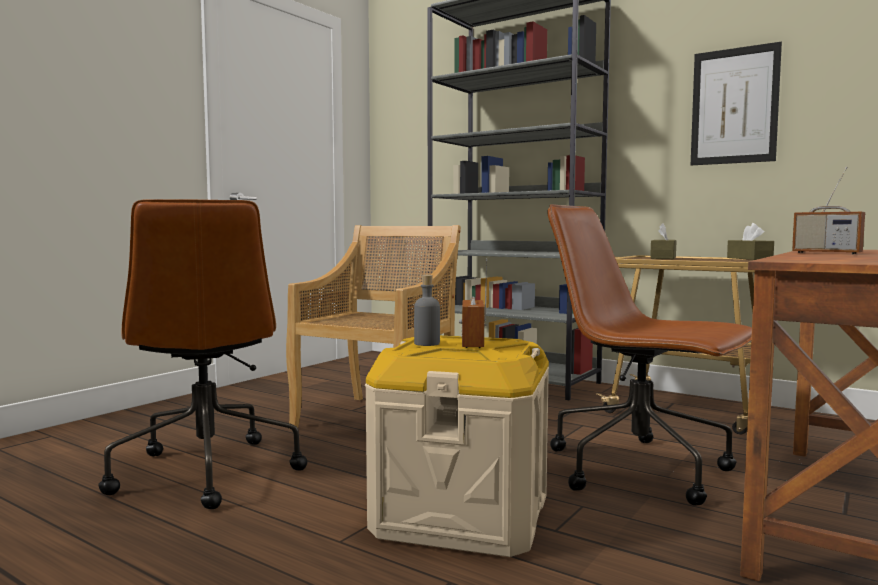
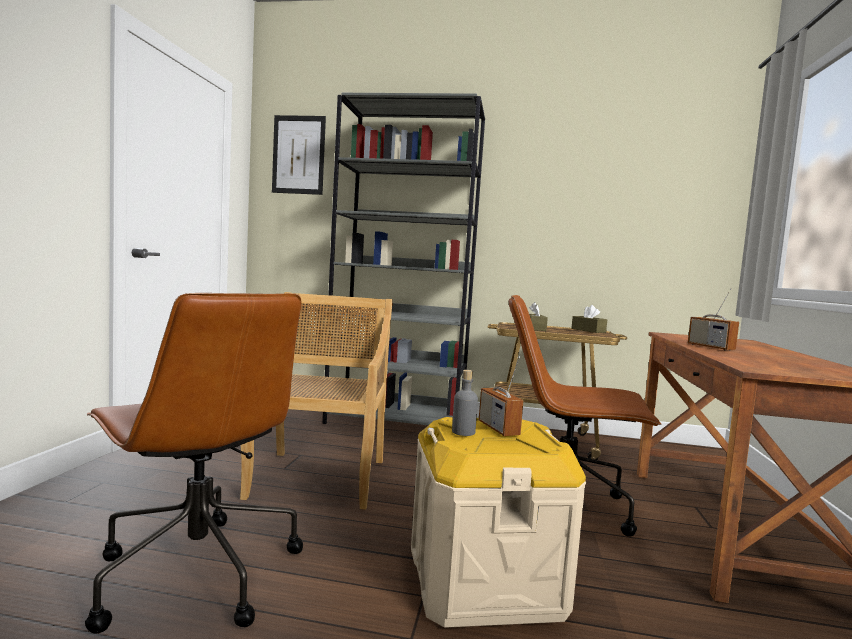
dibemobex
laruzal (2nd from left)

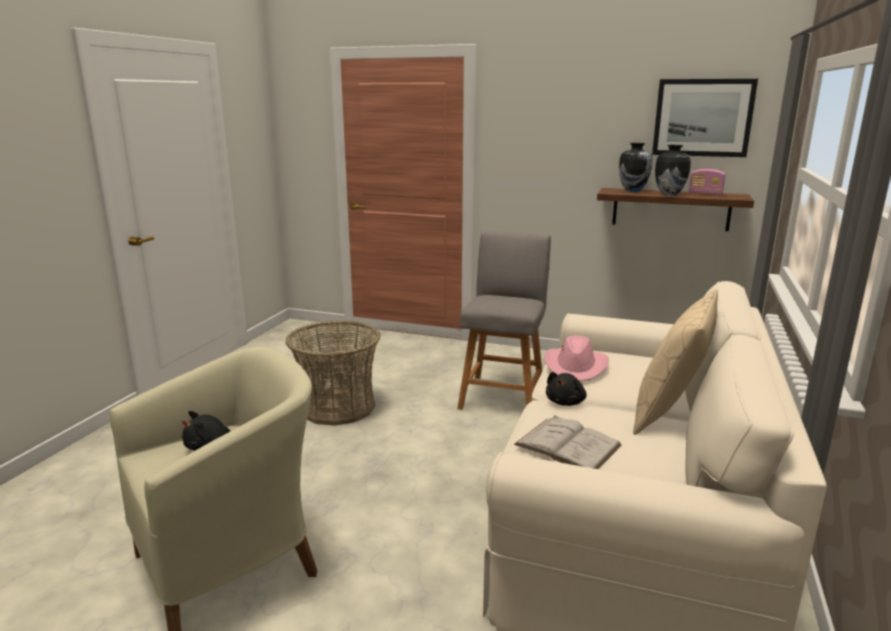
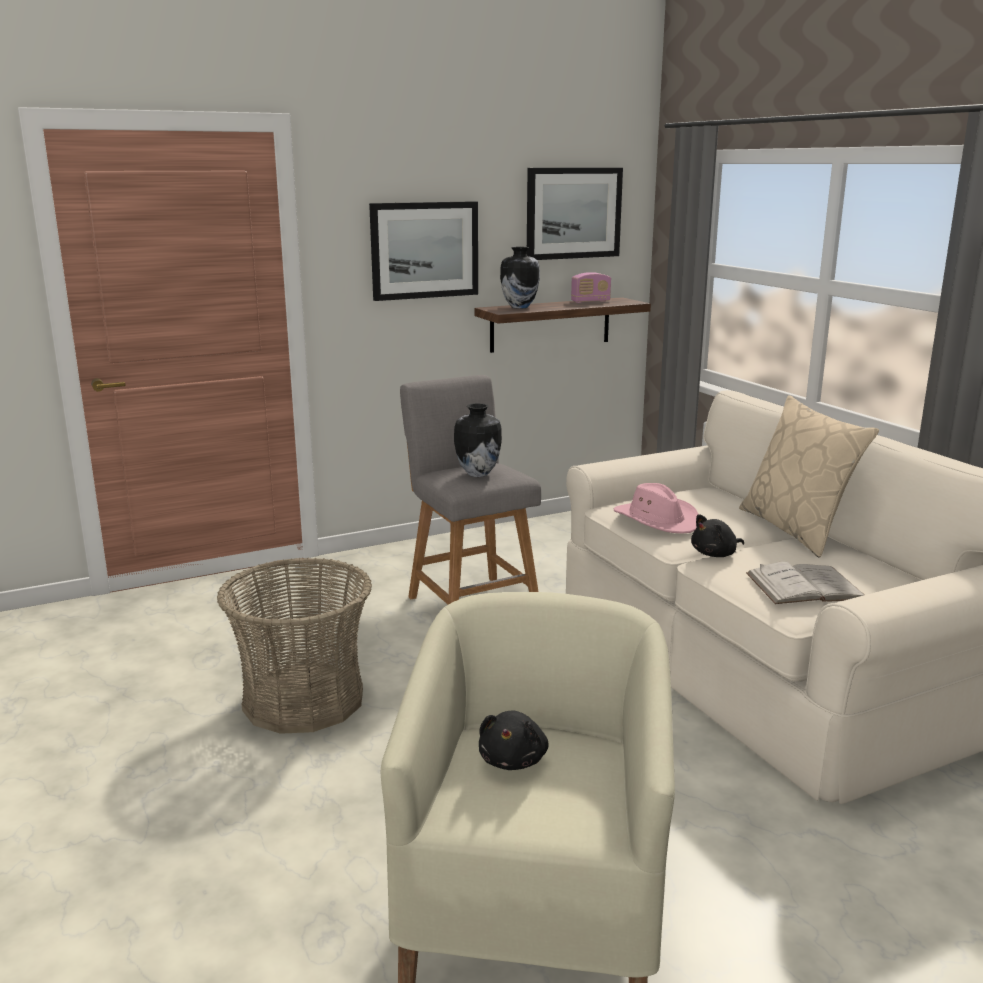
dibemobex (1st from left)
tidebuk (1st from left)
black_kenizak (2nd from left)

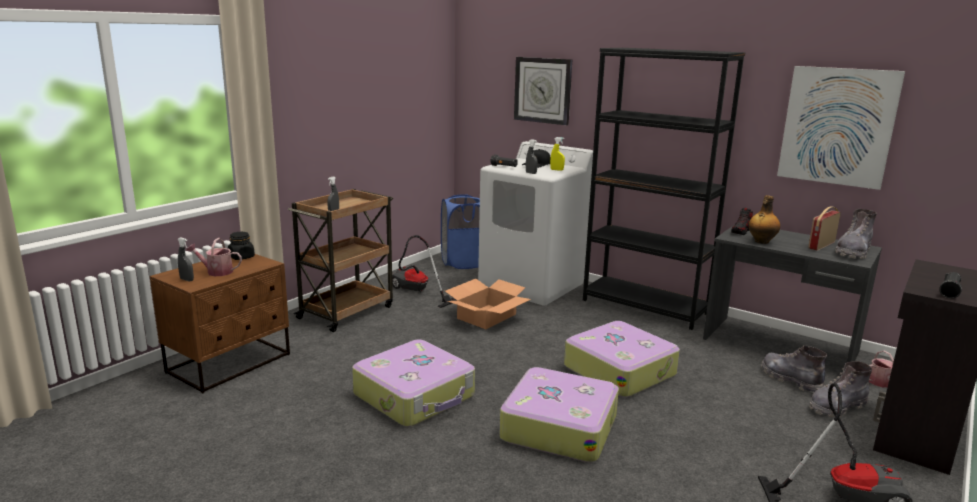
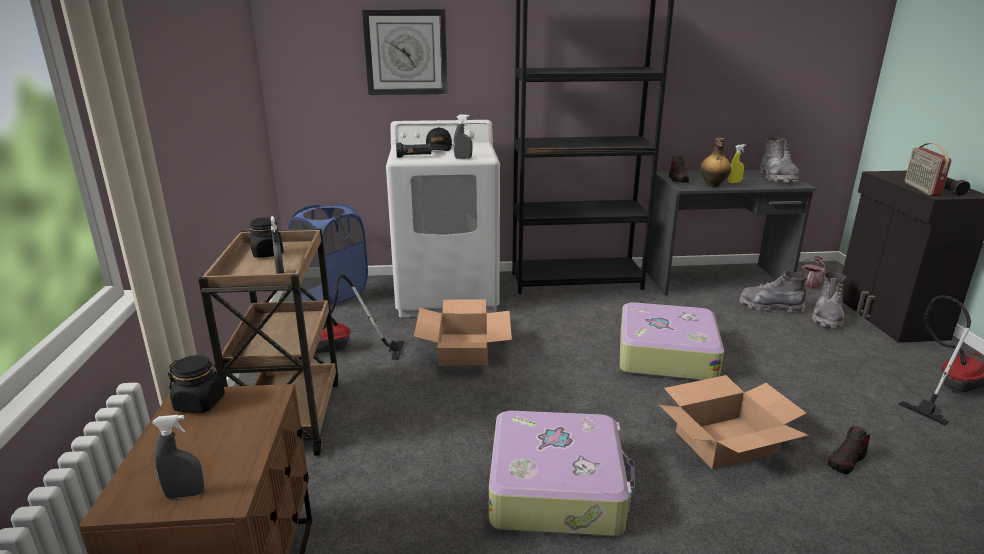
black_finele (2nd from left)
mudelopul (2nd from left)
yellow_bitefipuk
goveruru (2nd from left)
laruzal
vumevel (1st from left in the first image)
dibemobex

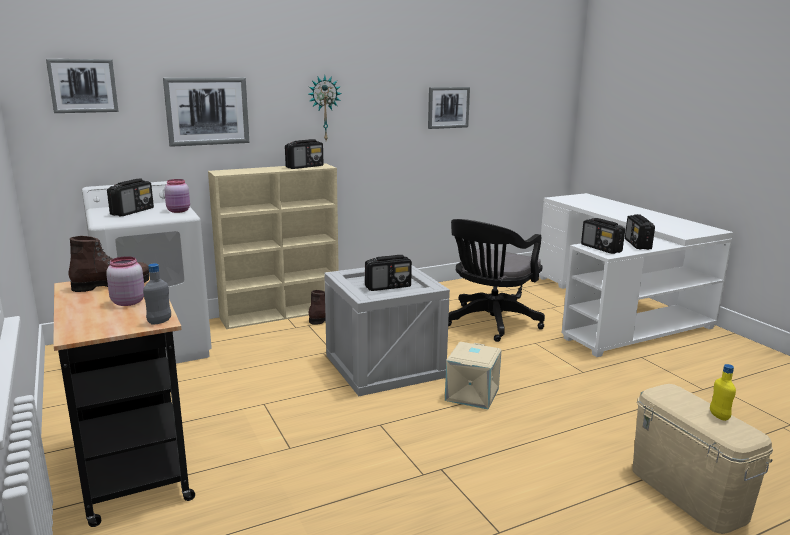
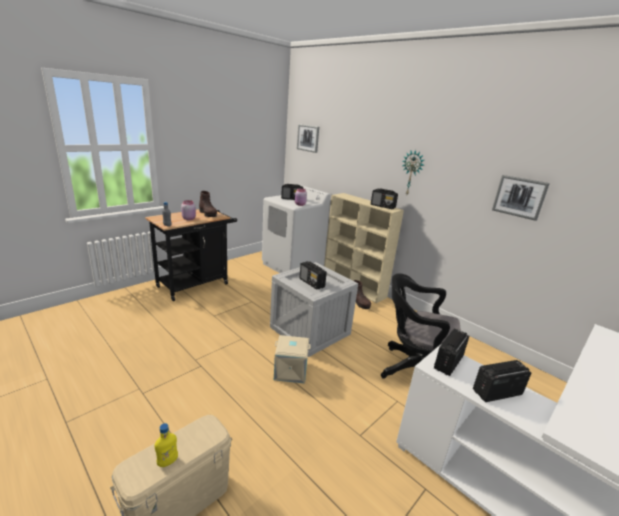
dibemobex (2nd from left in the first image)

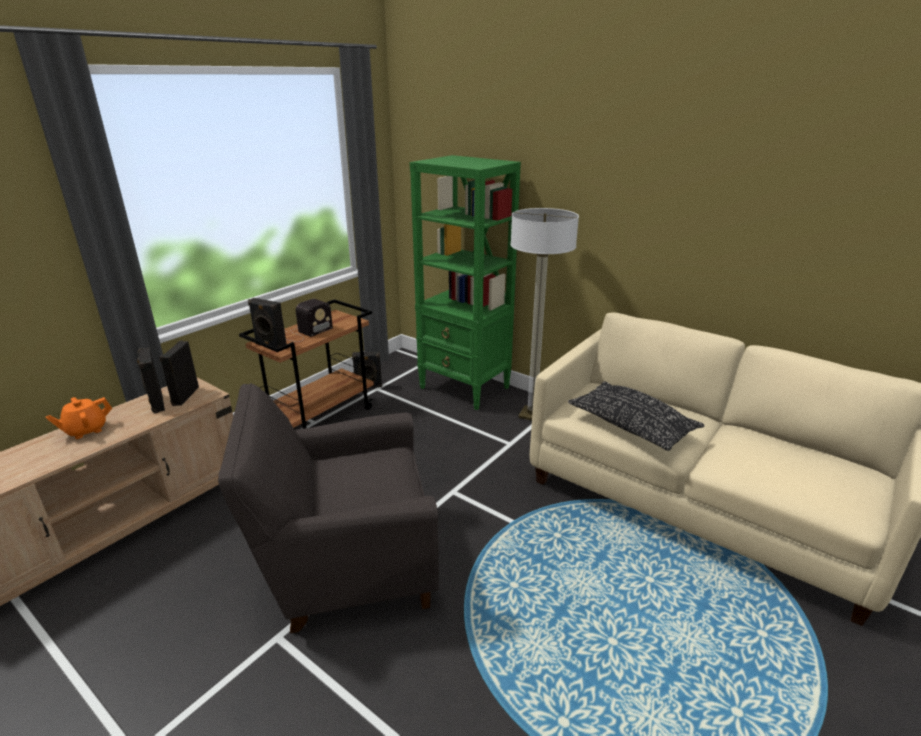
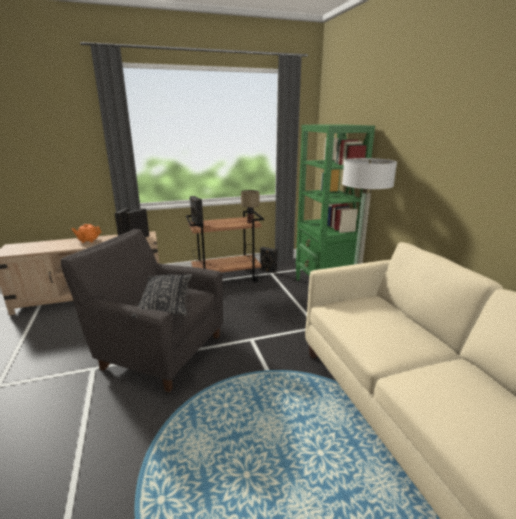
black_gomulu
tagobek
laruzal

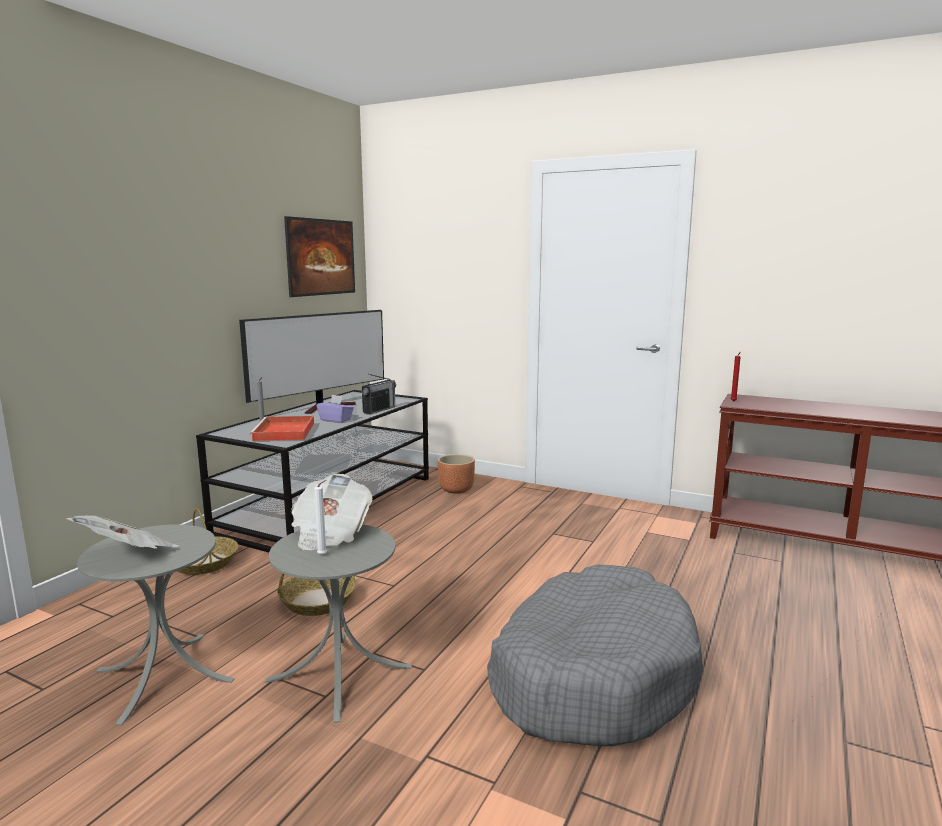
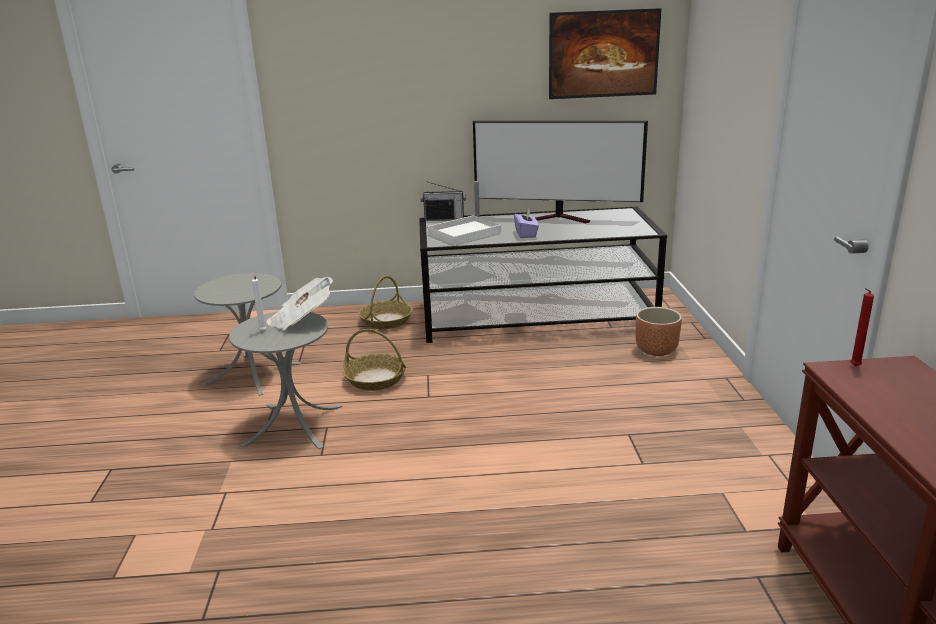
laruzal
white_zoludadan
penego (1st from left in the first image)
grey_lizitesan

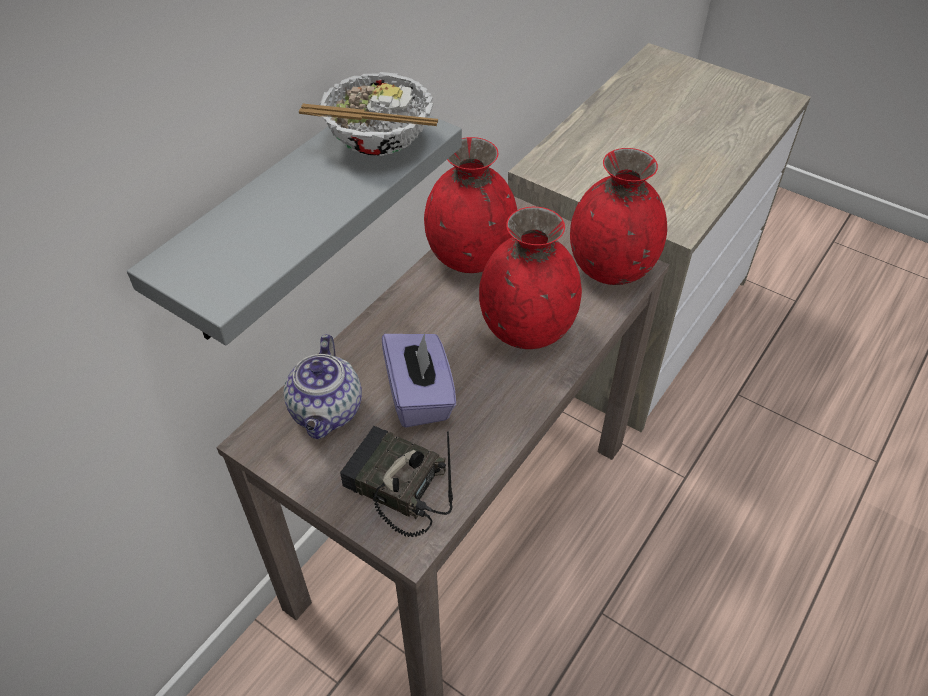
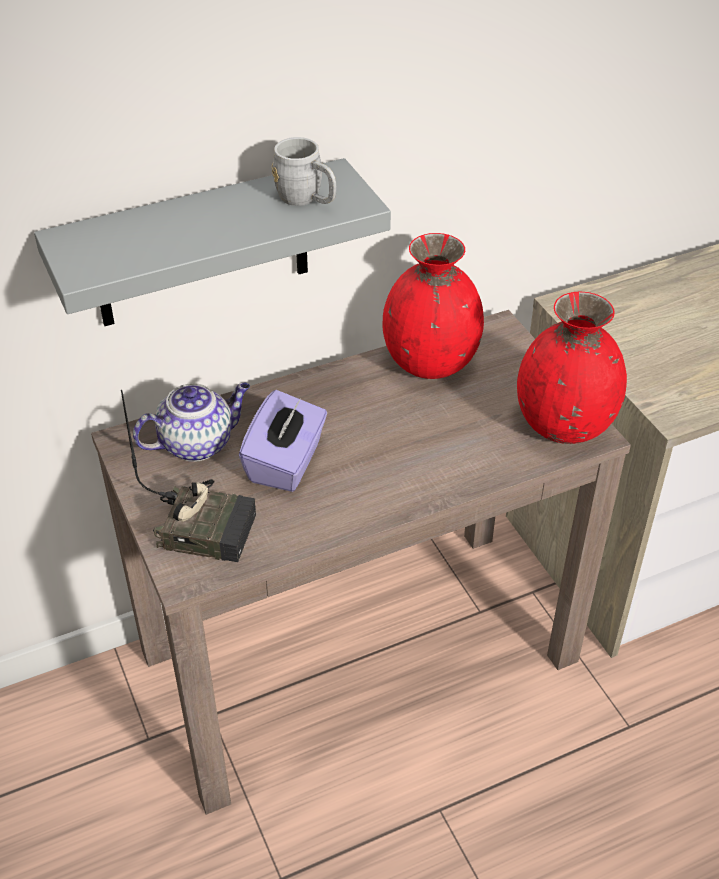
laruzal
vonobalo
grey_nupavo
red_tidebuk (2nd from left in the first image)

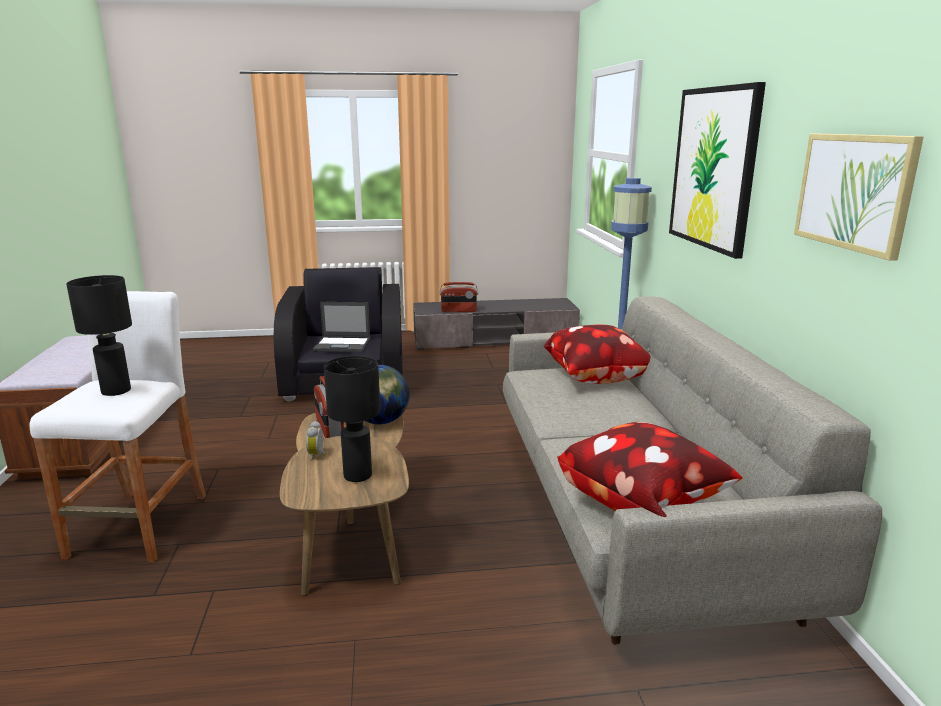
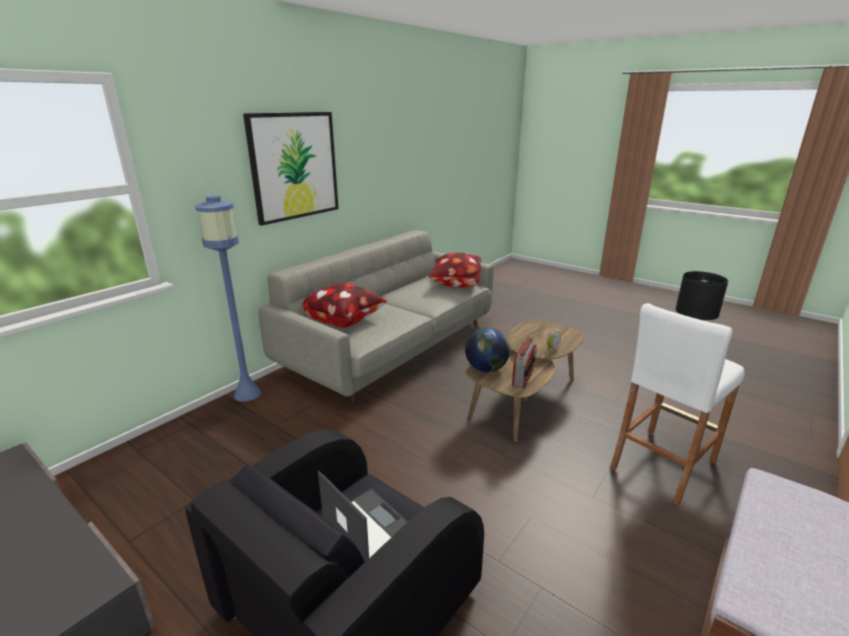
black_tagobek (2nd from left in the first image)
laruzal (2nd from left in the first image)
dibemobex (2nd from left in the first image)

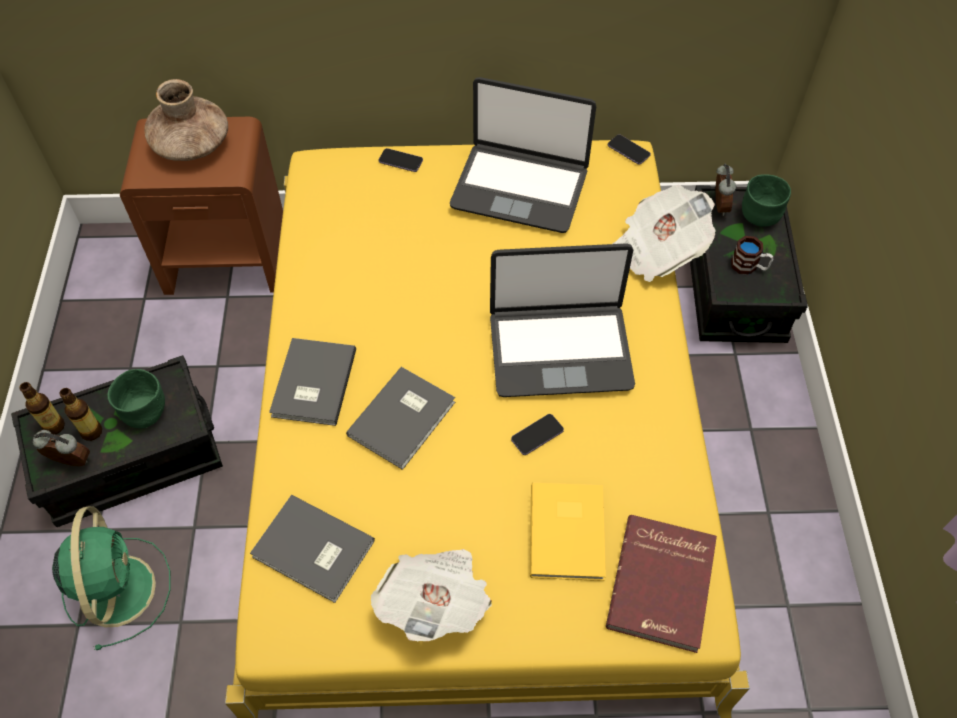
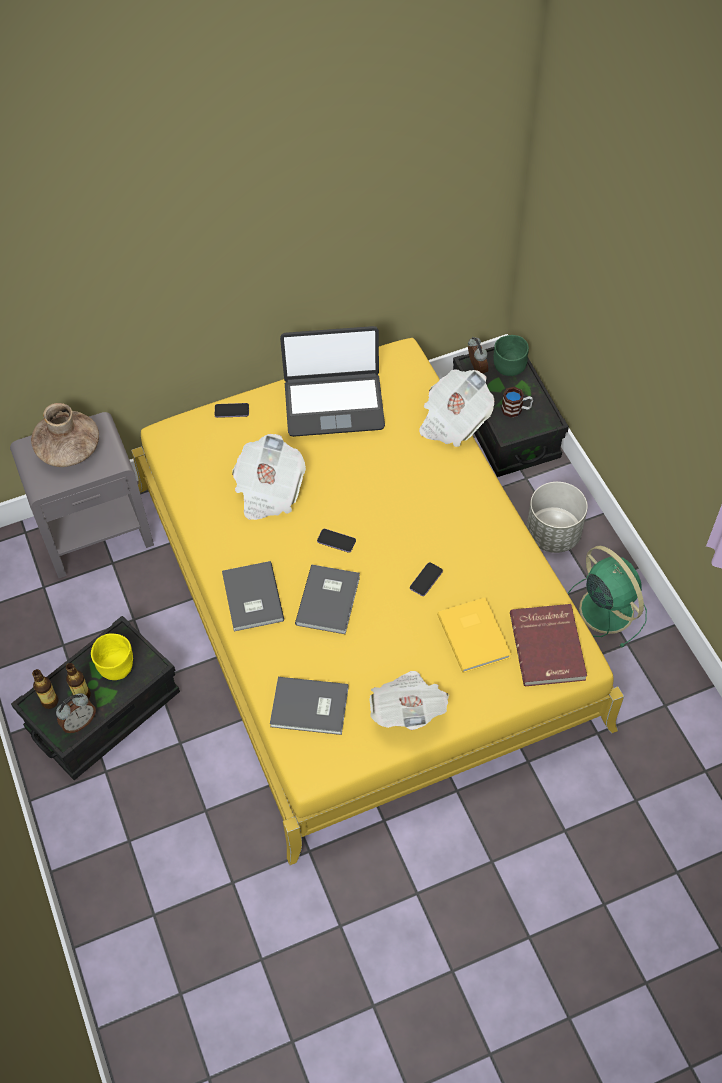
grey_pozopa
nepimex (1st from left)
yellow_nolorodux
penego (1st from left)
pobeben (2nd from left)
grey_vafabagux
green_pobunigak
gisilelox (2nd from left in the first image)

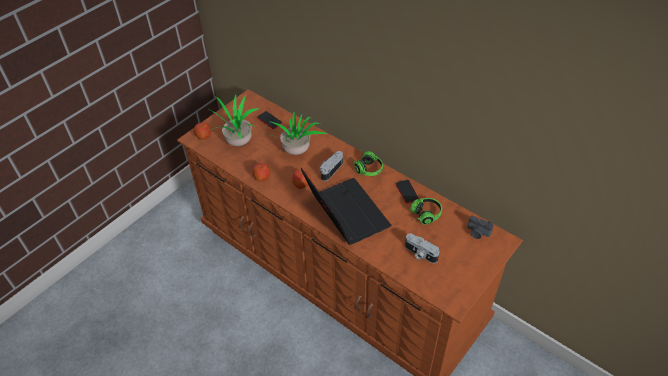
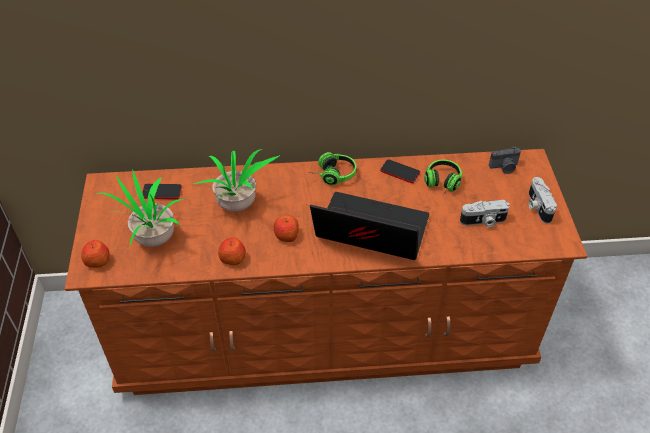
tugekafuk (3rd from left)

